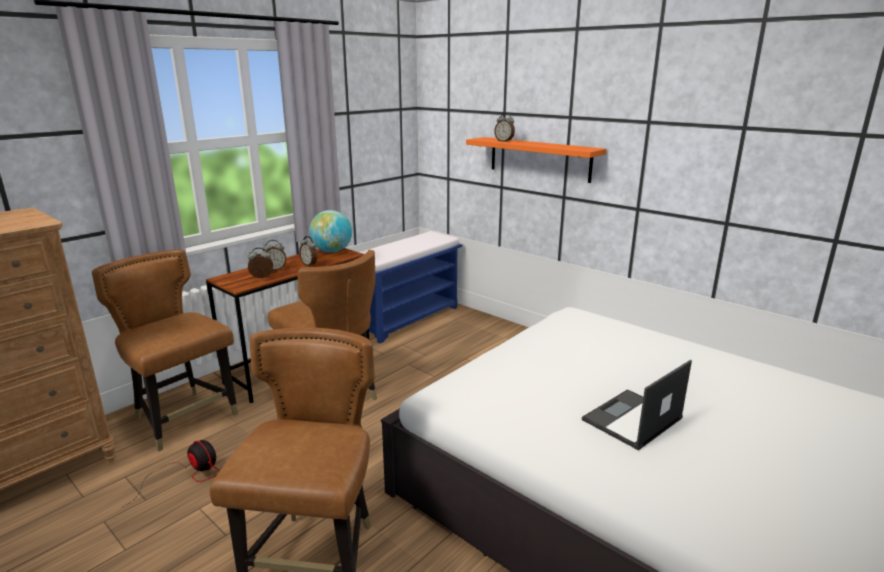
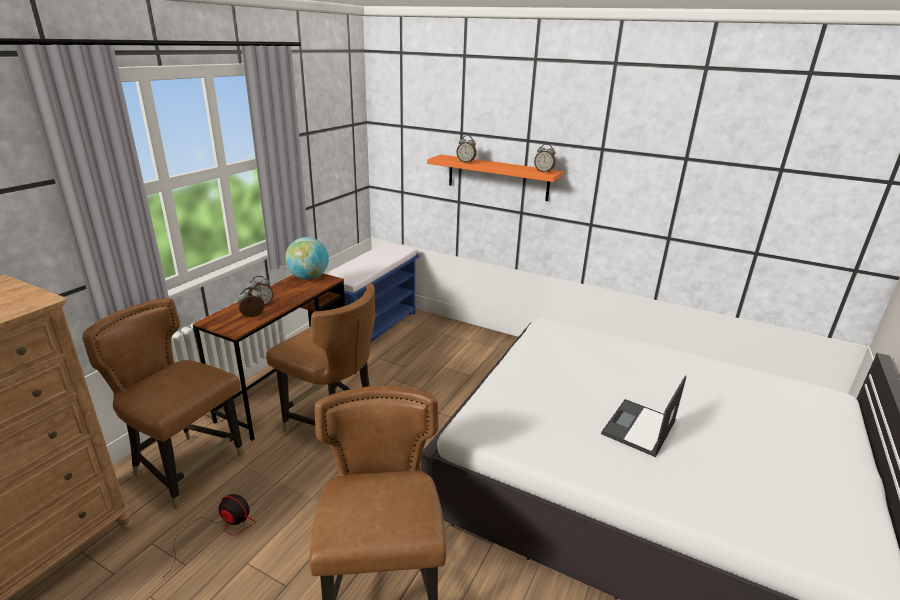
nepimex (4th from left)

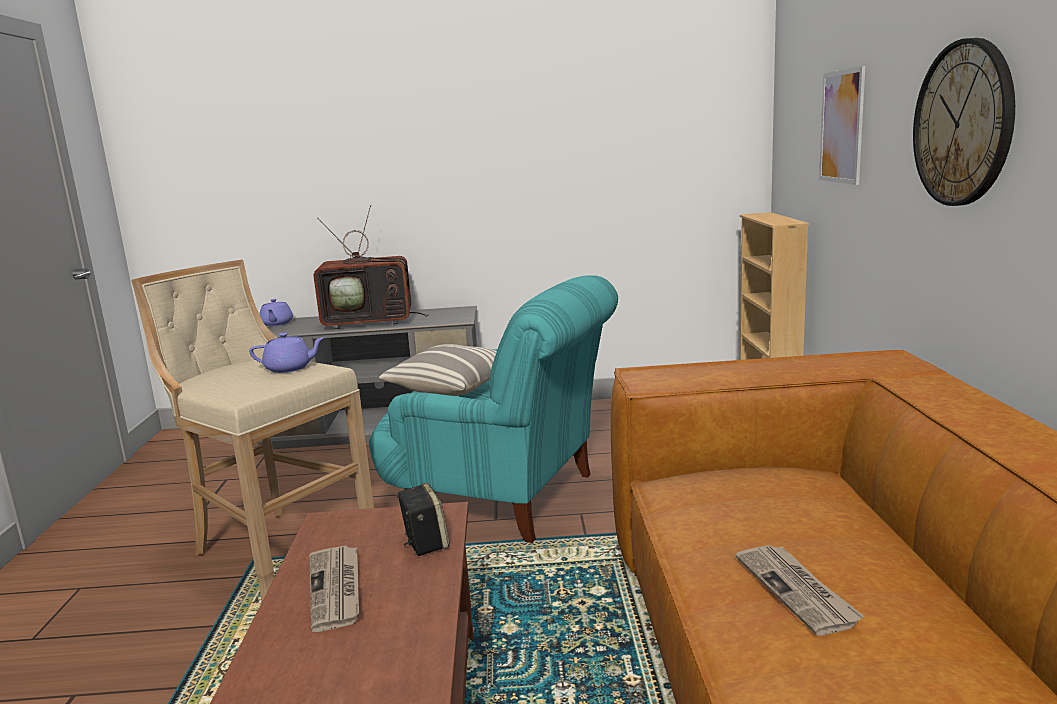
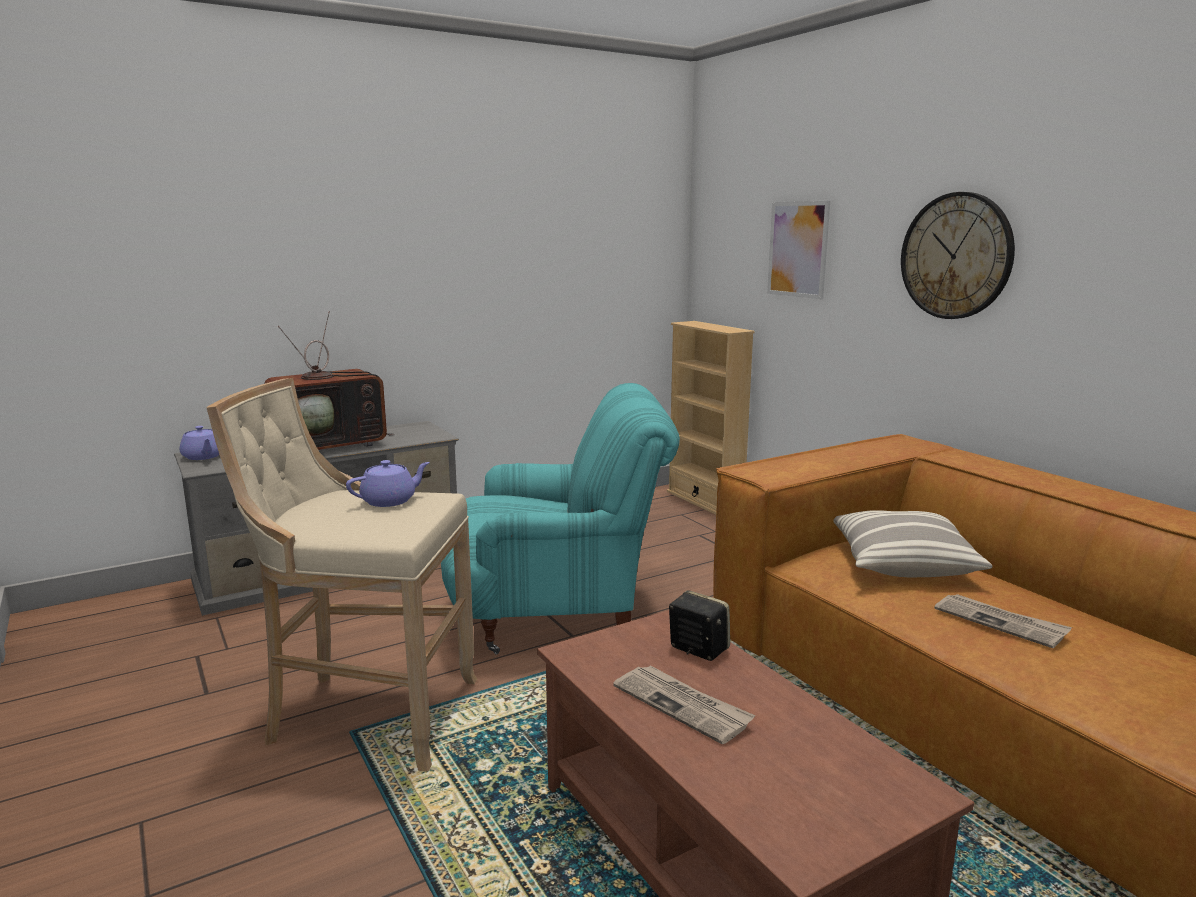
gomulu

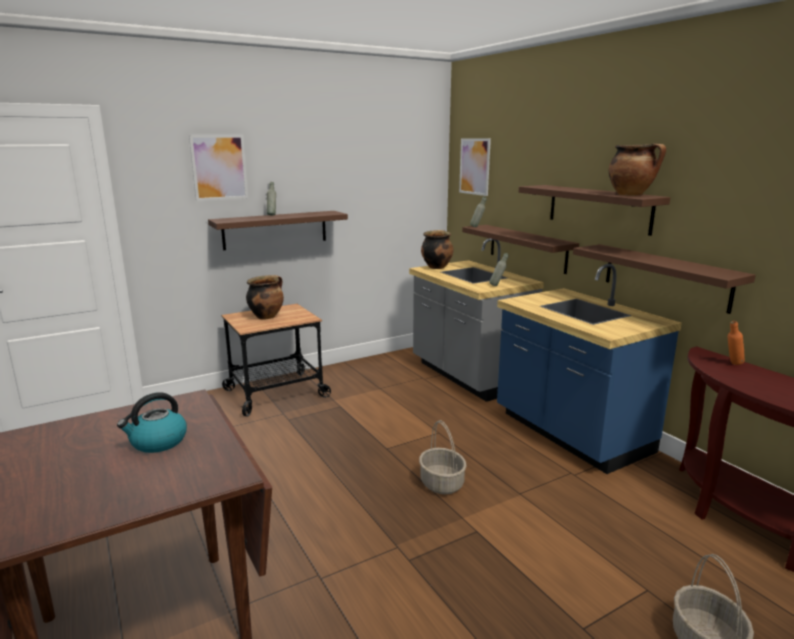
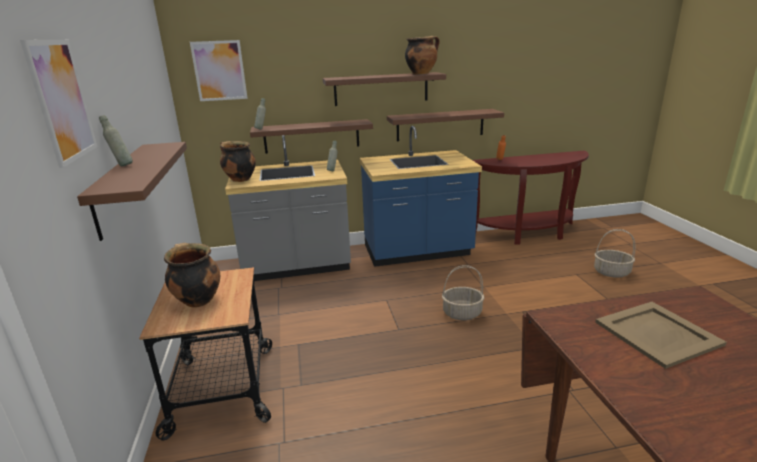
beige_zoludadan

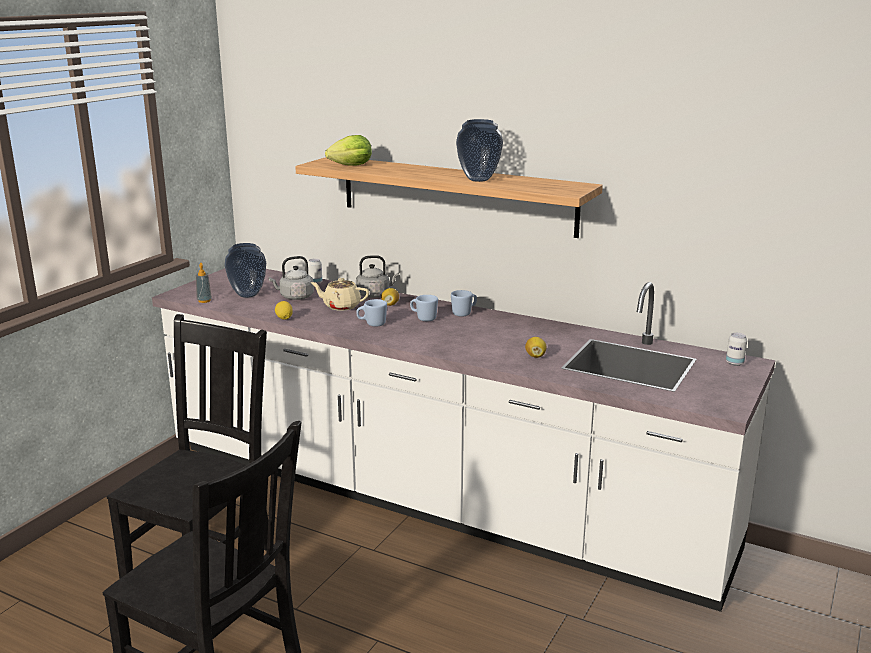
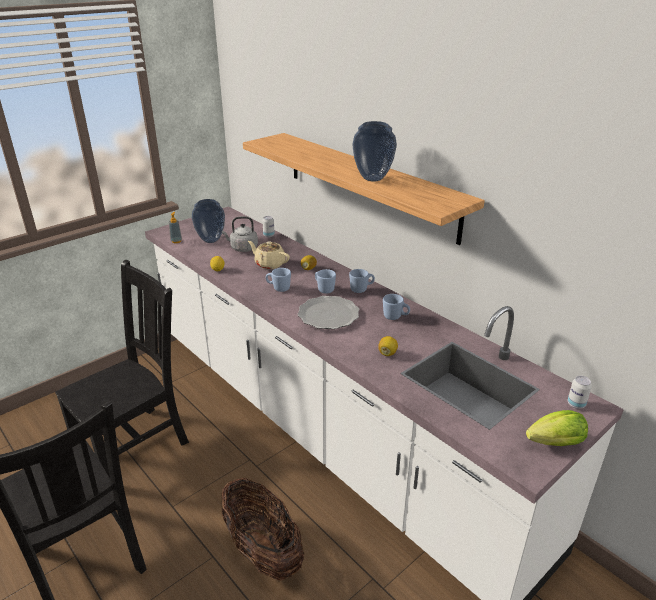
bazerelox
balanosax
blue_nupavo (4th from left)
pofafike
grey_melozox (2nd from left in the first image)

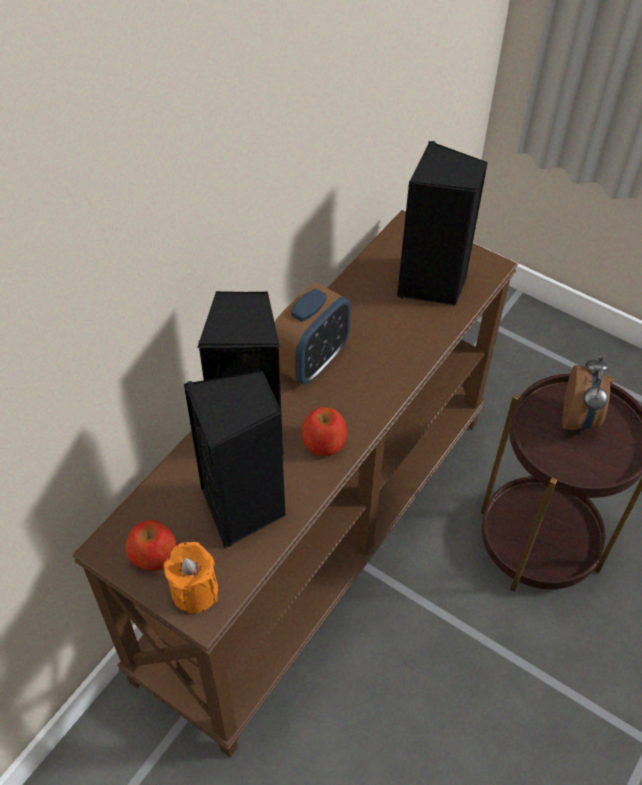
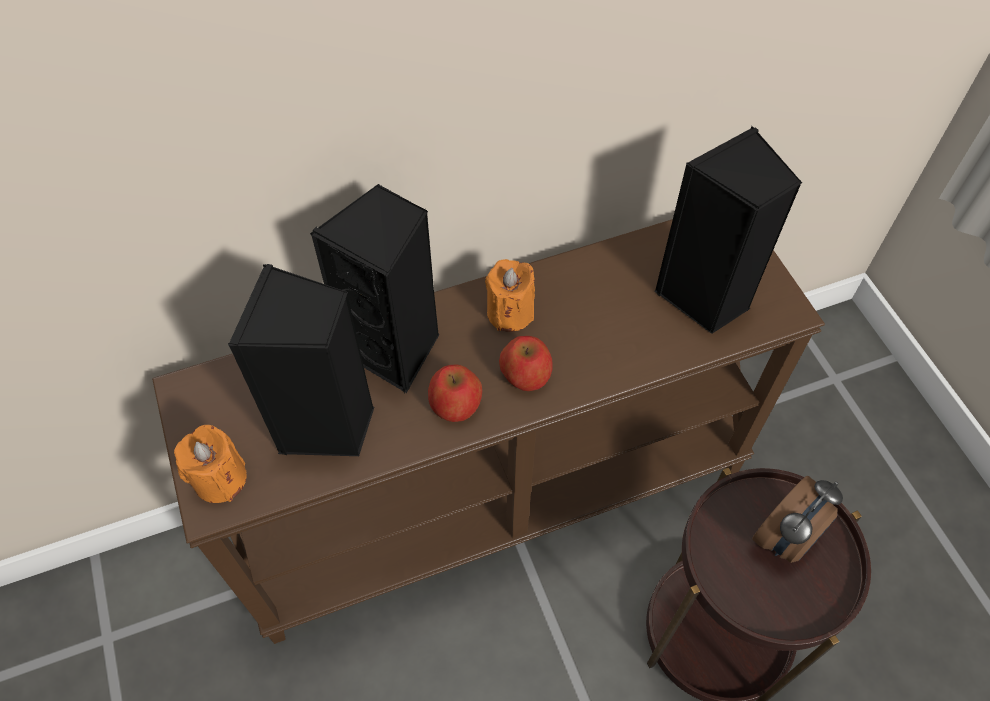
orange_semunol (2nd from left)
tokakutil (2nd from left)

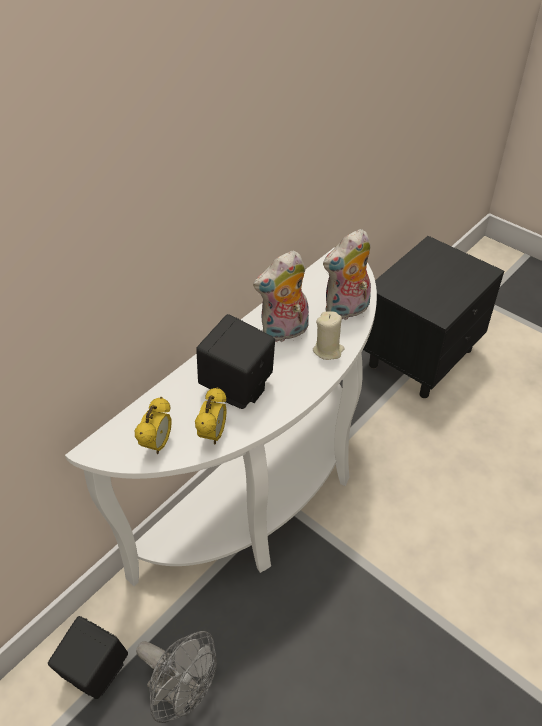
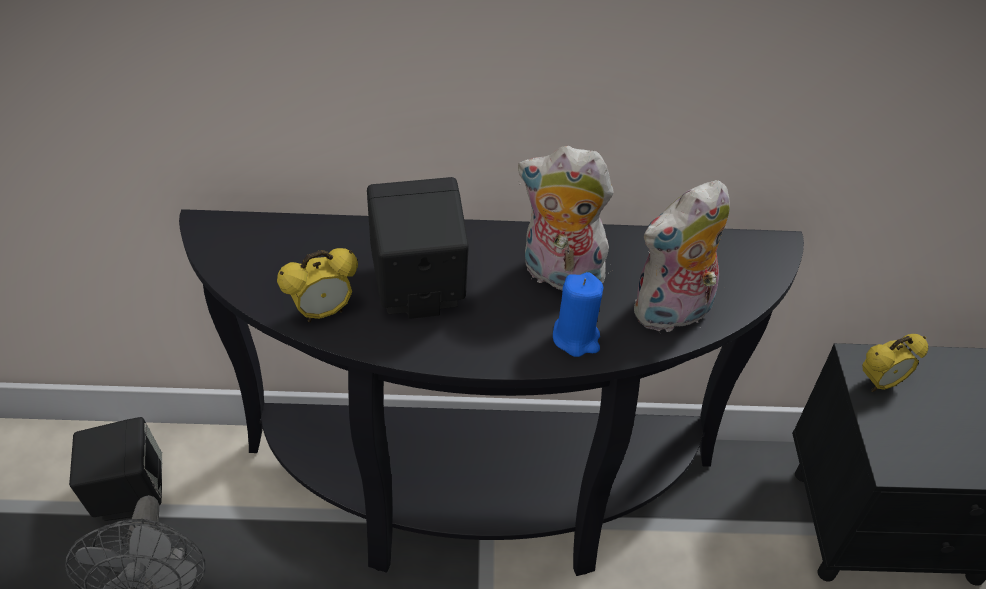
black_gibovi
blue_semunol
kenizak (2nd from left)
nepimex (2nd from left)

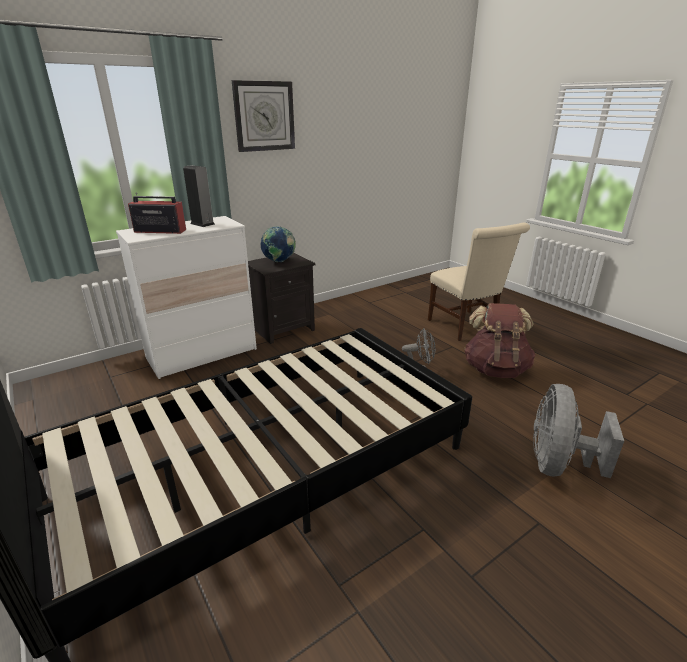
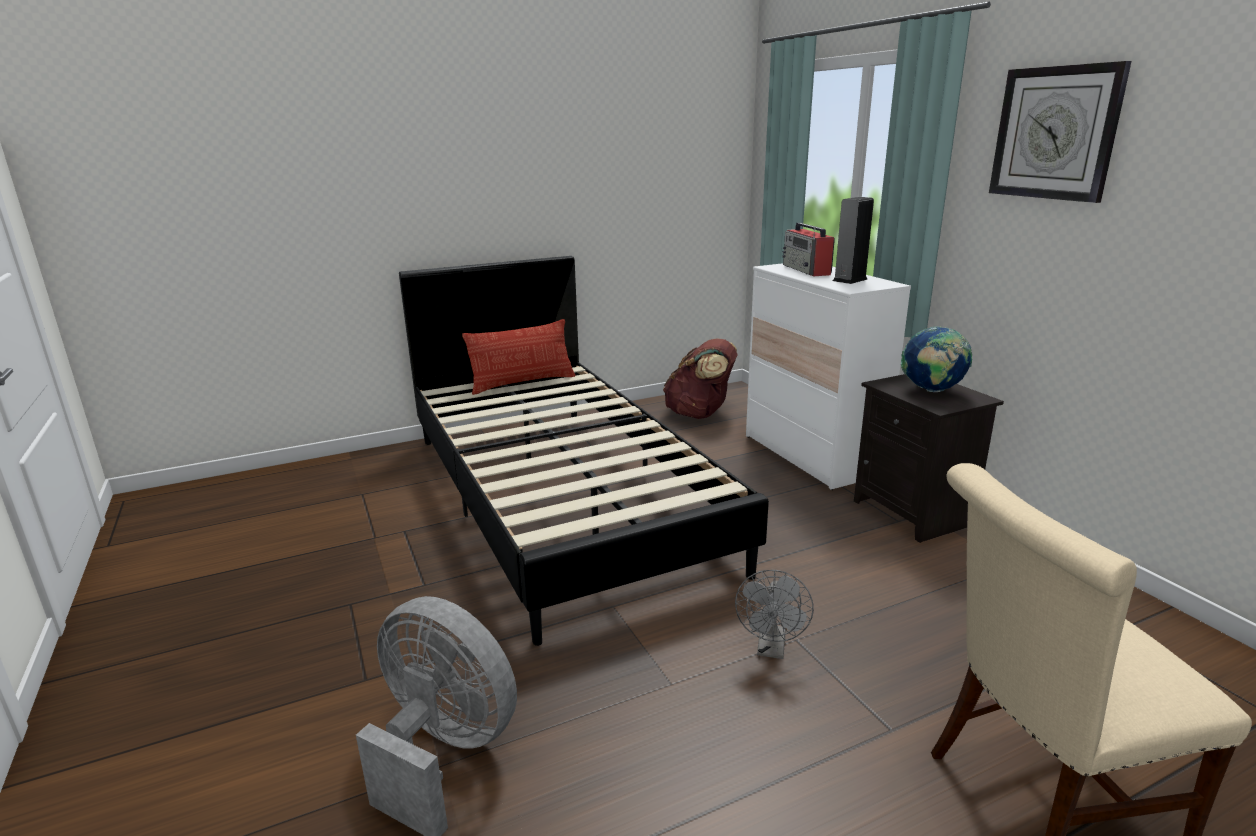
gomulu
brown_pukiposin
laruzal

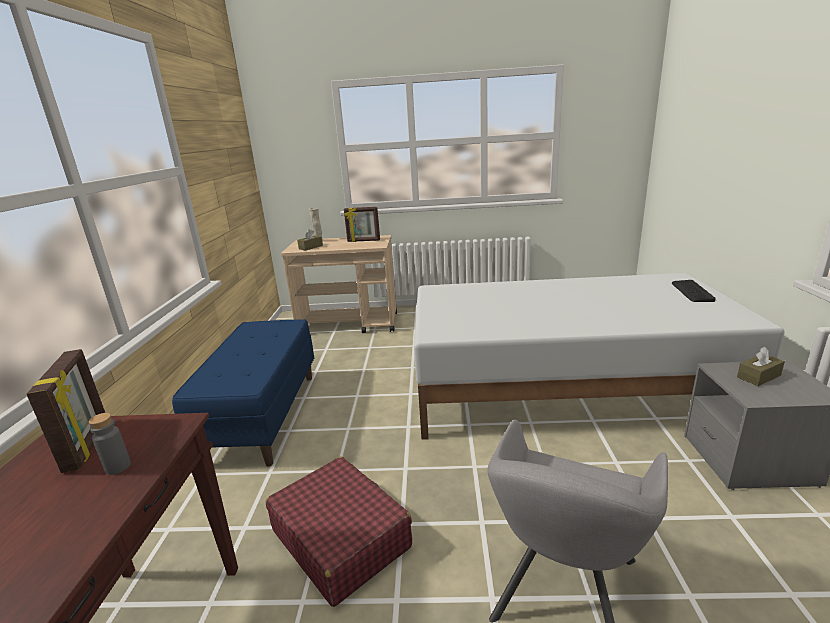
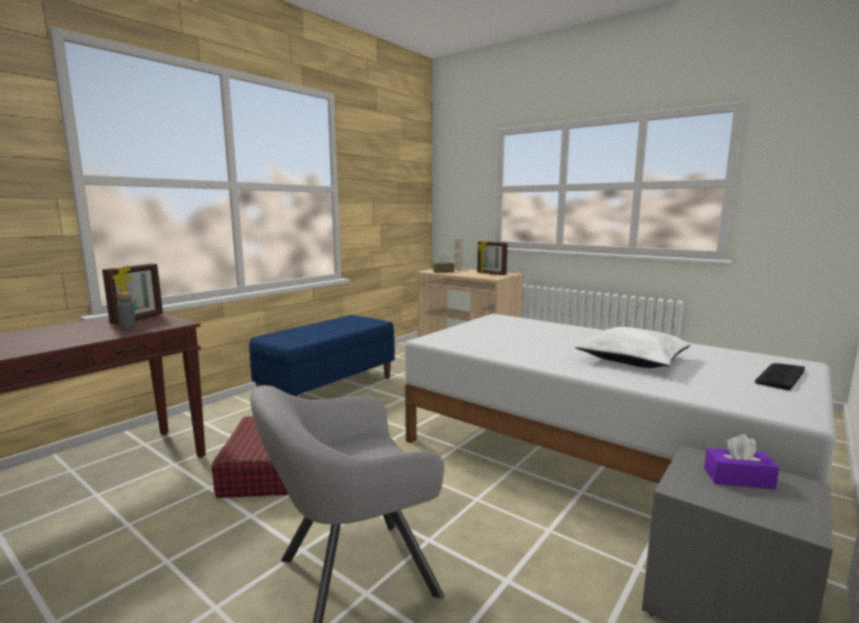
white_gomulu
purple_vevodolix

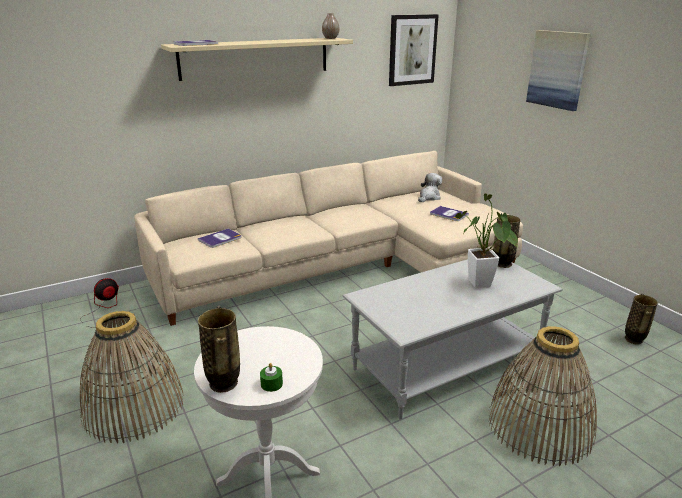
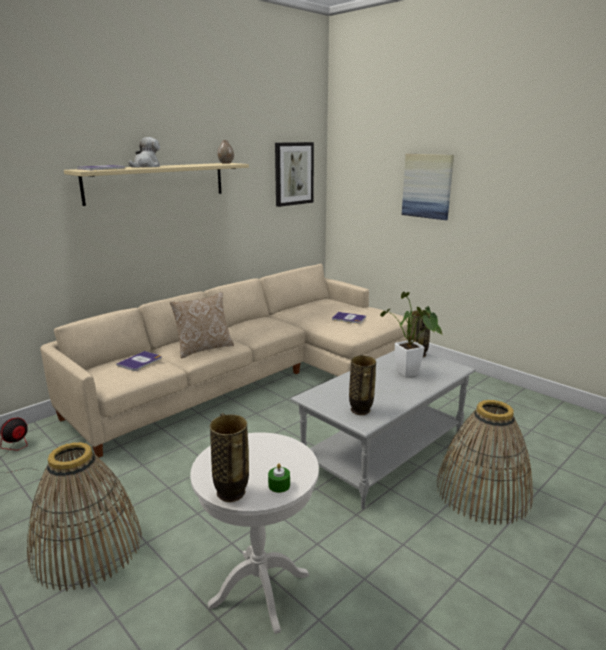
kenizak
gomulu
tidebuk (3rd from left)

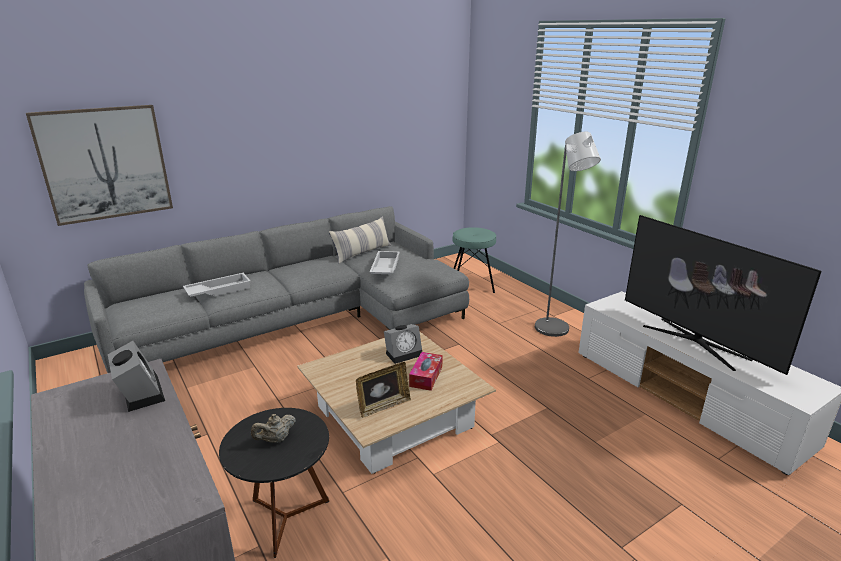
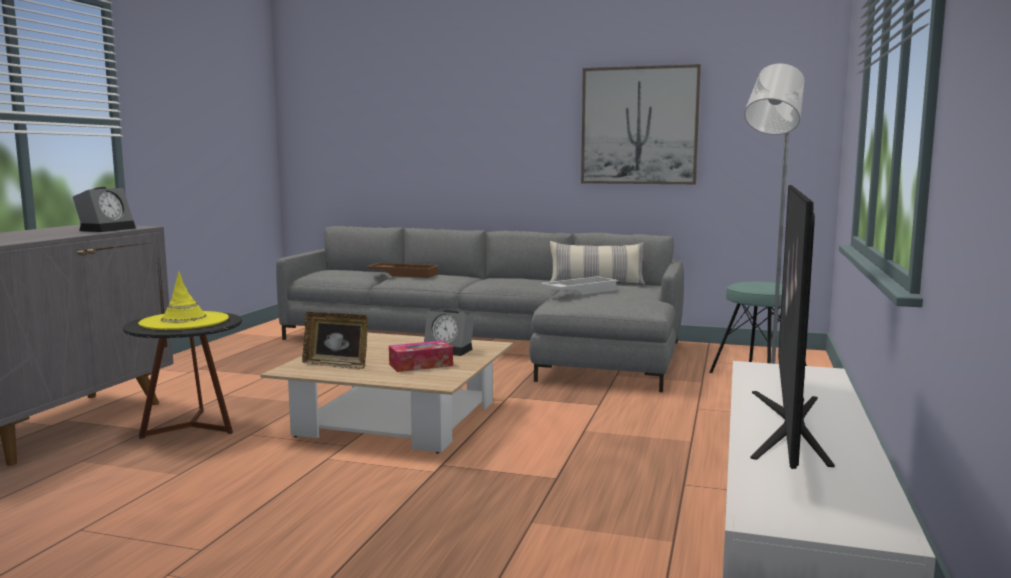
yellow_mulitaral
brown_zoludadan
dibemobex

